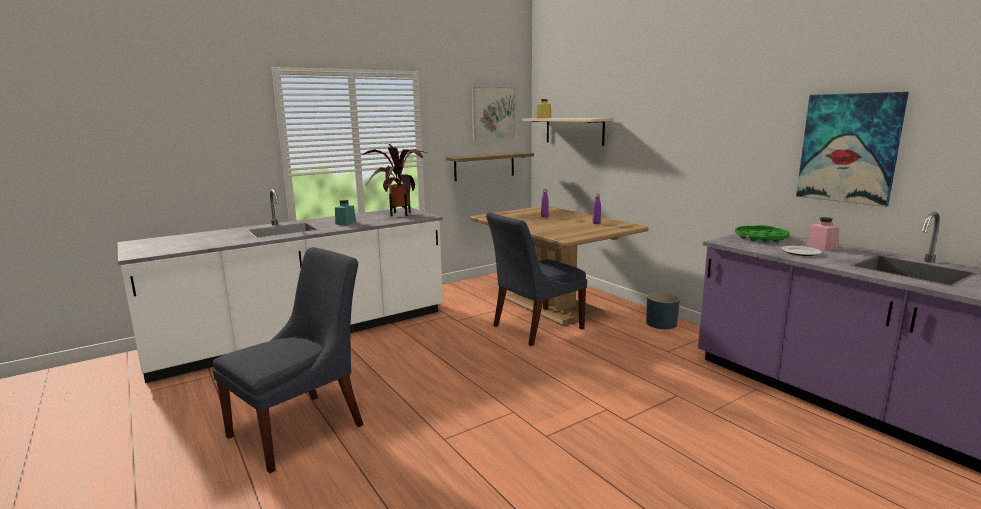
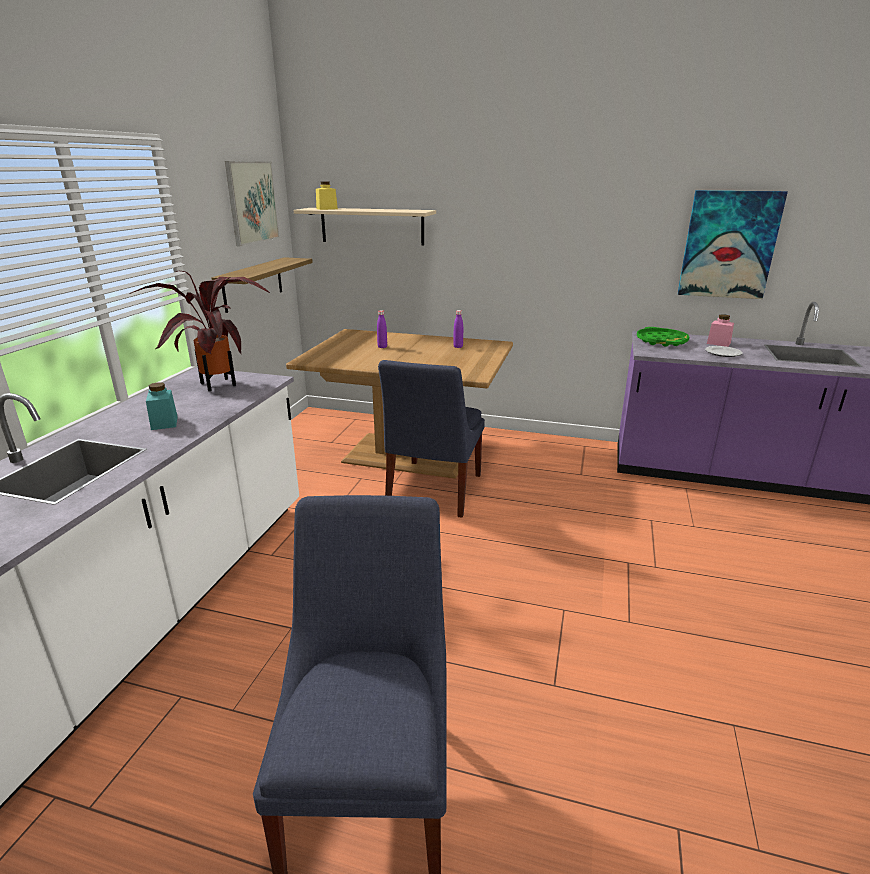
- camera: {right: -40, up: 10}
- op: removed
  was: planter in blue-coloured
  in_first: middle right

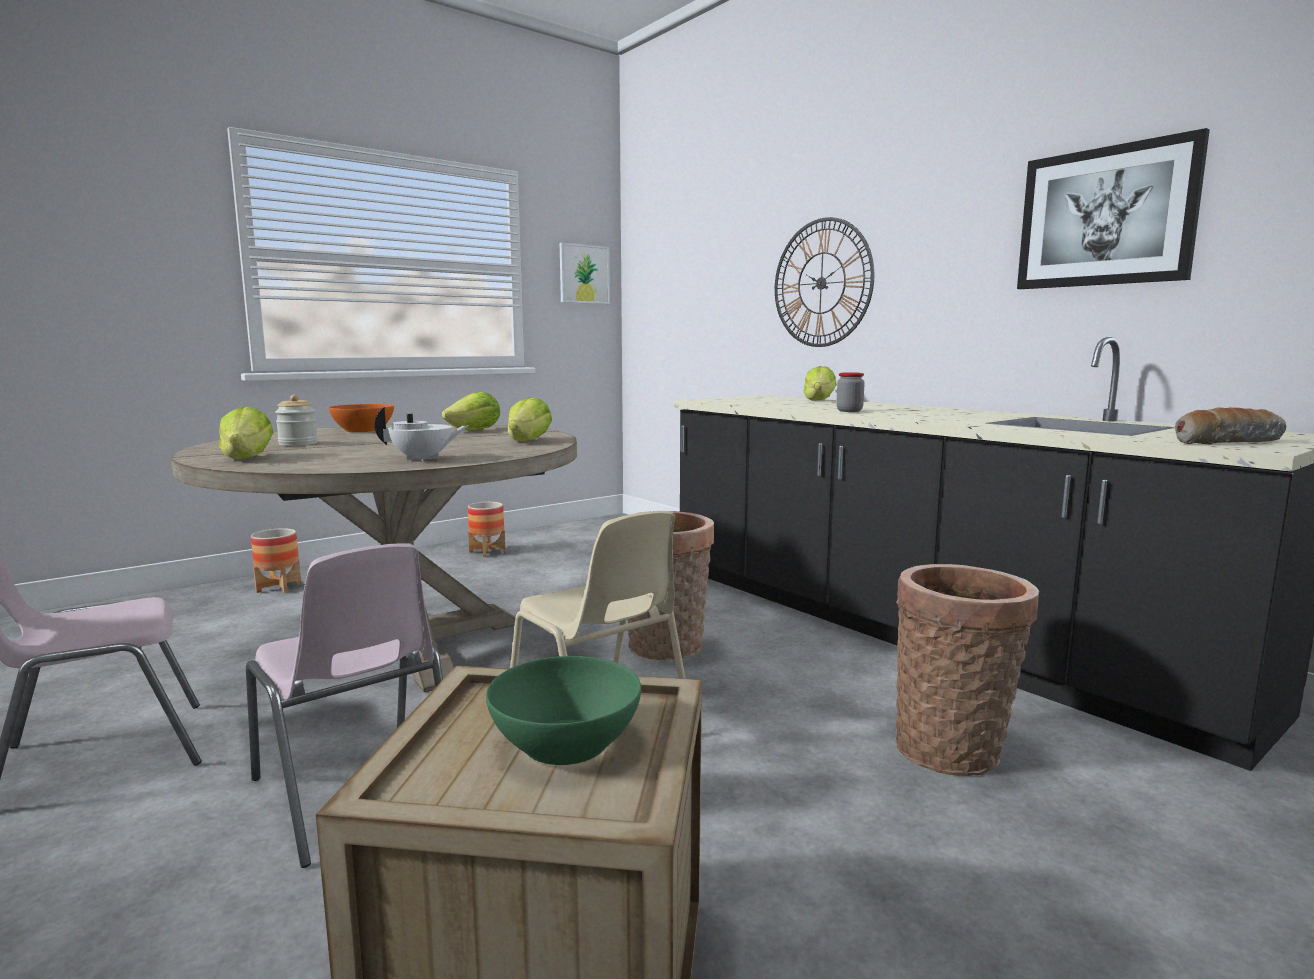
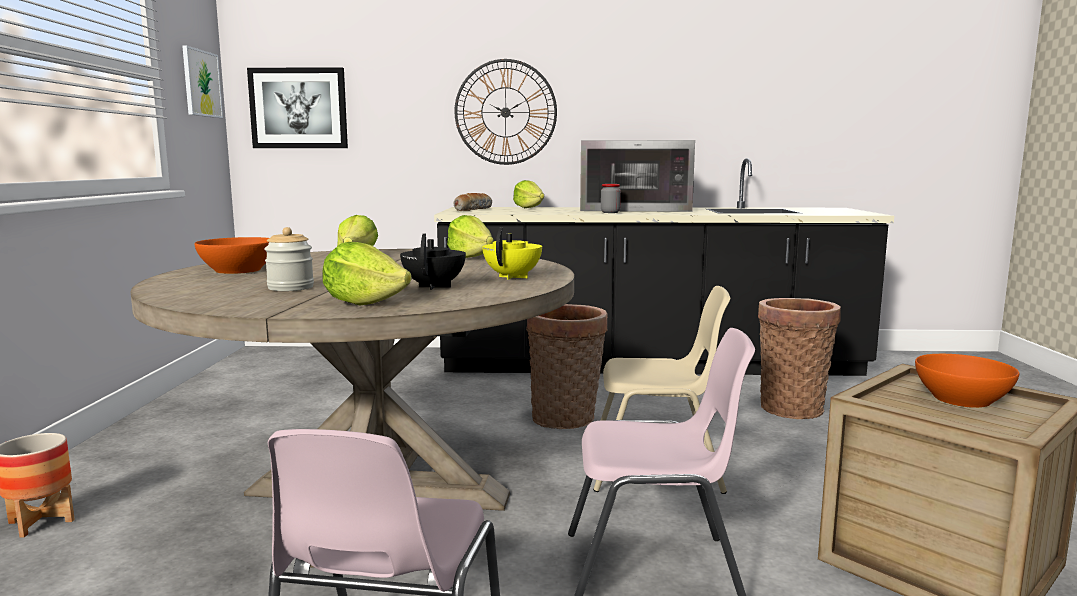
- camera: {right: -50, up: 0}
- op: recoloured
  was: teapot in white-coloured
  now: teapot in yellow
  in_first: middle left
  in_second: centre
- op: removed
  was: planter (2nd from left)
  in_first: centre
- op: recoloured
  was: bowl in greenish
  now: bowl in orange-coloured (2nd from left)
  in_first: bottom centre
  in_second: middle right
- op: moved
  was: wall picture (2nd from left)
  in_first: top right
  in_second: top left
- op: moved
  was: bakery bread
  in_first: middle right
  in_second: centre
- op: added
  now: teapot in black
  in_second: centre
- op: added
  now: microwave oven
  in_second: top centre

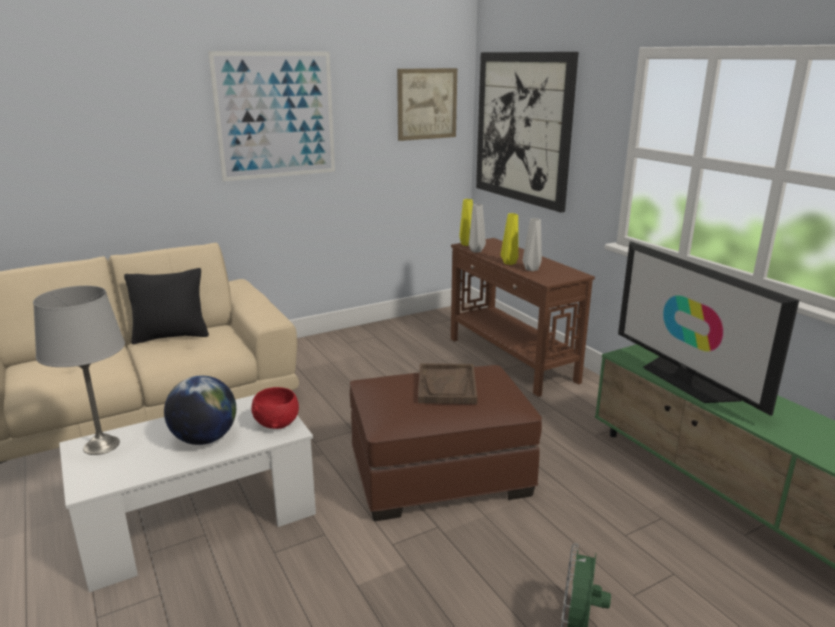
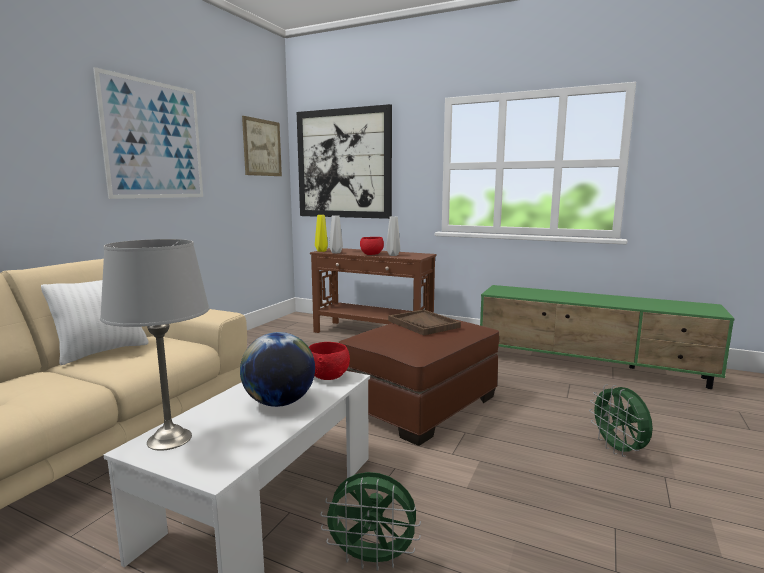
- camera: {right: -35, up: -10}
- op: recoloured
  was: throw pillow in black
  now: throw pillow in white-coloured
  in_first: middle left
  in_second: middle left
- op: replaced
  was: flower vase in yellow (2nd from left)
  now: bowl in red (2nd from left)
  in_first: centre
  in_second: centre
- op: removed
  was: TV set
  in_first: middle right
- op: added
  now: cooling fan in greenish (1st from left)
  in_second: bottom centre

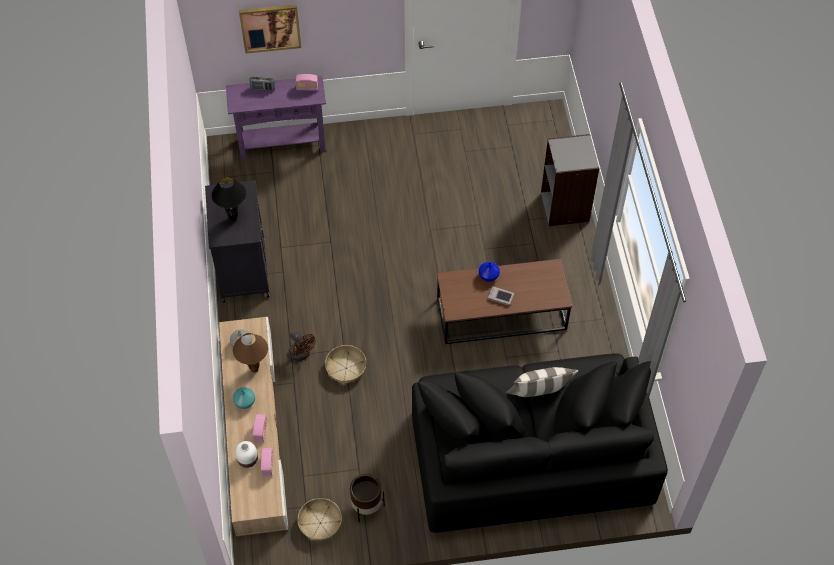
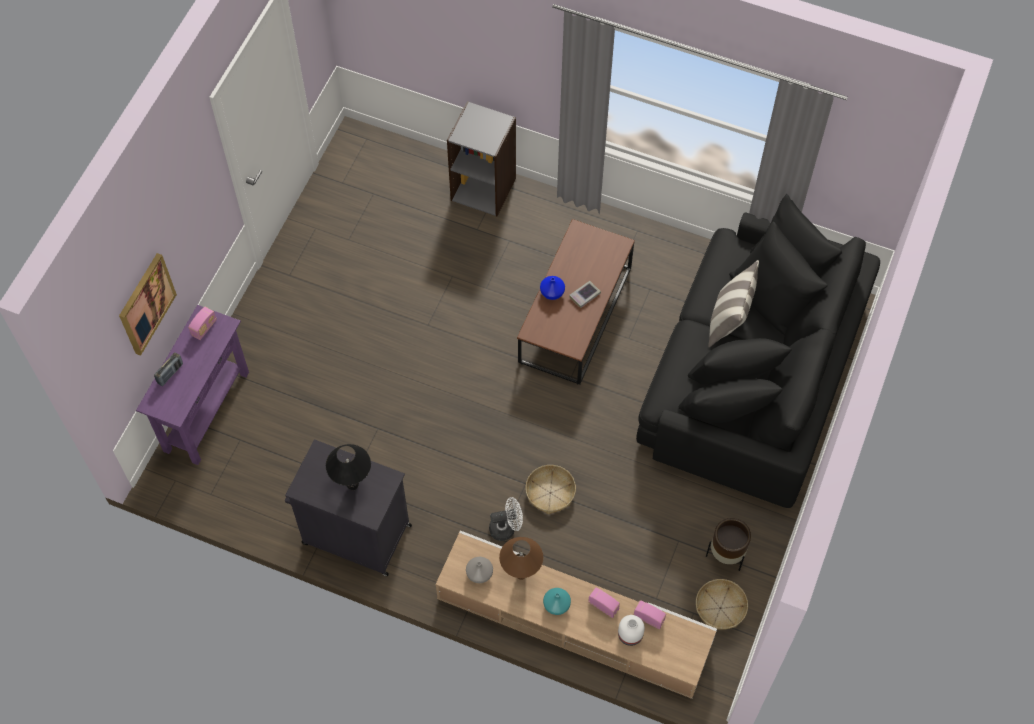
- camera: {right: -60, up: 5}
- op: recoloured
  was: cooling fan in brownish
  now: cooling fan in white-coloured
  in_first: centre
  in_second: bottom centre

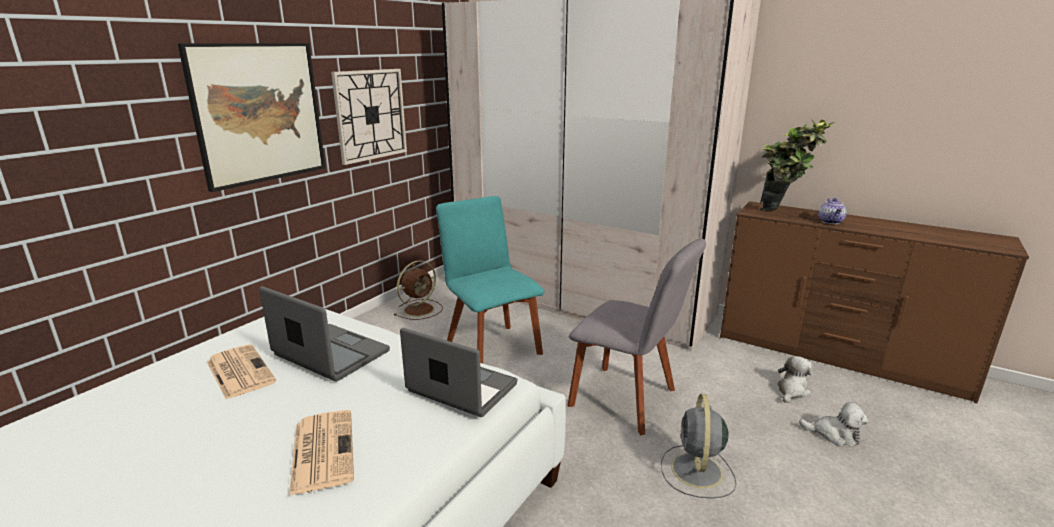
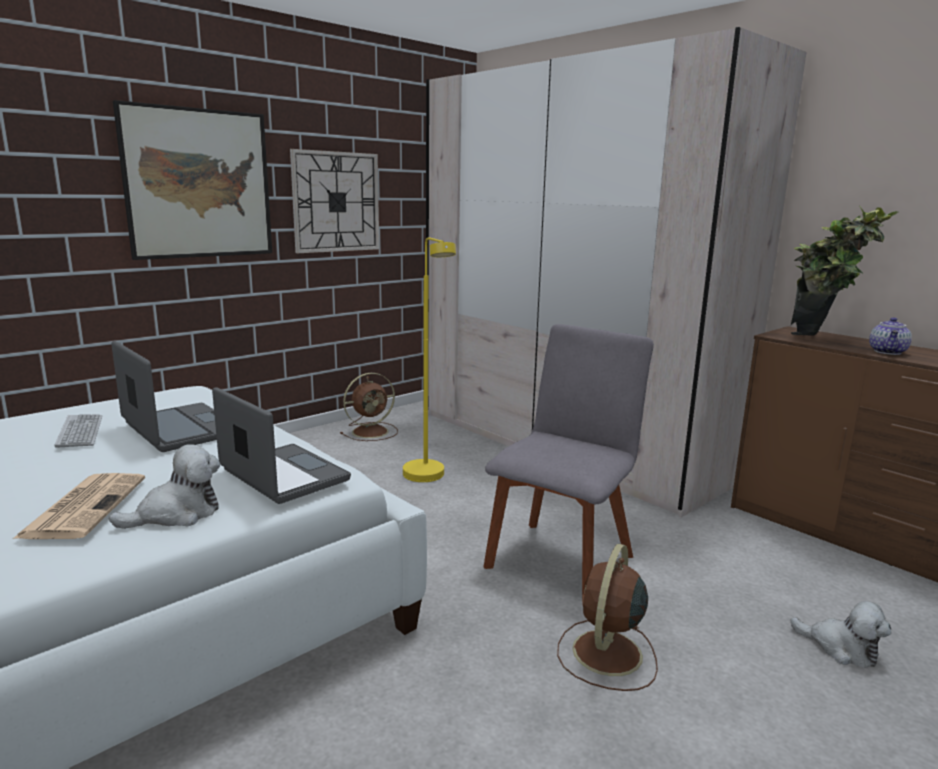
- camera: {right: 15, up: -5}
- op: replaced
  was: newspaper (1st from left)
  now: PC keyboard
  in_first: bottom left
  in_second: middle left
- op: replaced
  was: upright chair in turquoise-coloured
  now: standard lamp in yellow
  in_first: centre
  in_second: centre
- op: turned
  was: upright chair in grey
  in_first: centre
  in_second: centre
  clockwise: -105
- op: recoloured
  was: cooling fan in grey
  now: cooling fan in brownish (2nd from left)
  in_first: bottom centre
  in_second: bottom centre
- op: moved
  was: plush toy (1st from left)
  in_first: bottom right
  in_second: middle left

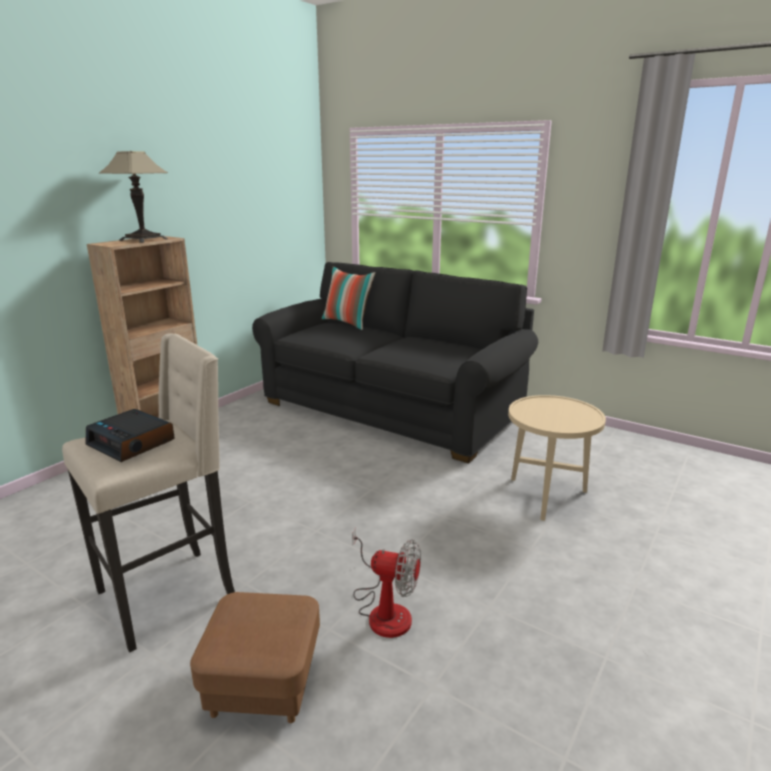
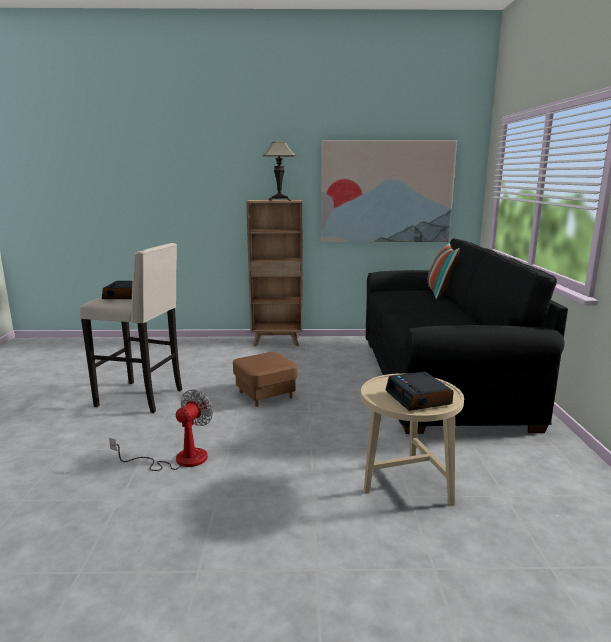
- camera: {right: 55, up: -5}
- op: moved
  was: ottoman in brownish
  in_first: bottom left
  in_second: centre
- op: turned
  was: cooling fan
  in_first: bottom centre
  in_second: bottom left
  clockwise: -135
- op: added
  now: wall picture
  in_second: top centre
- op: added
  now: table clock (2nd from left)
  in_second: middle right

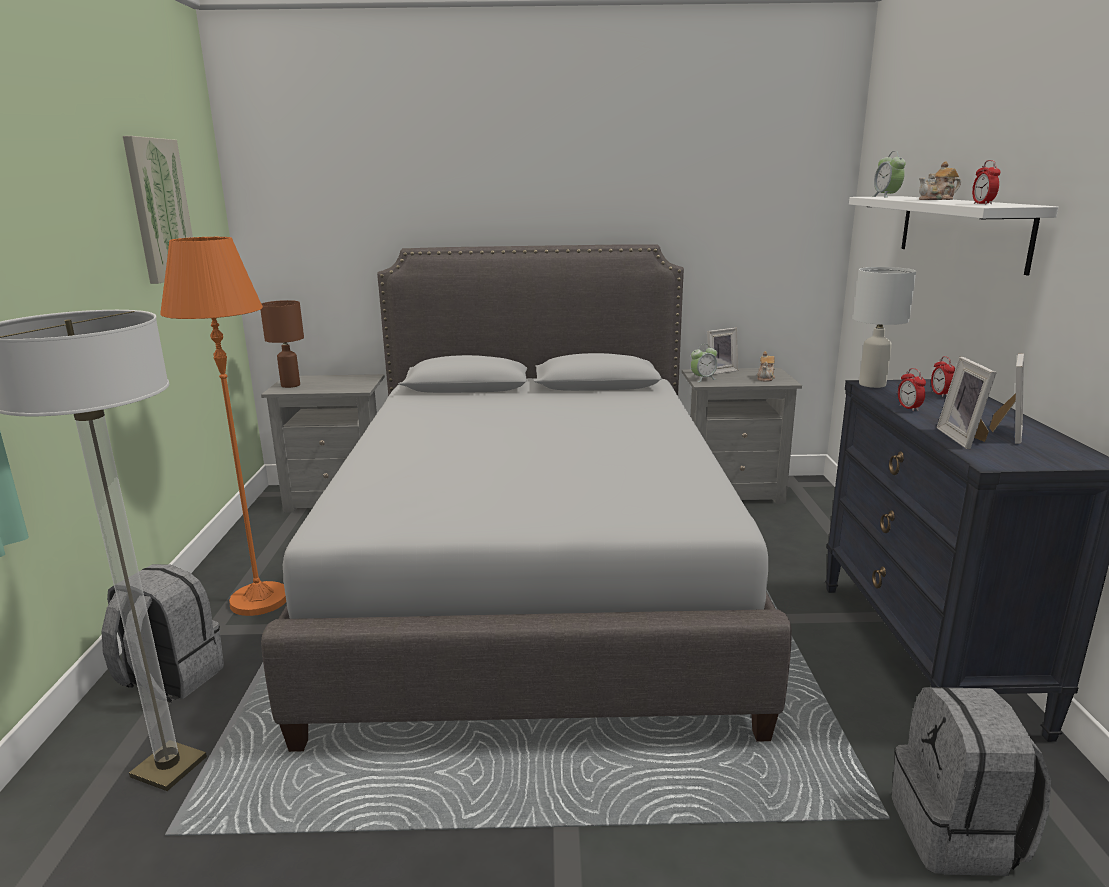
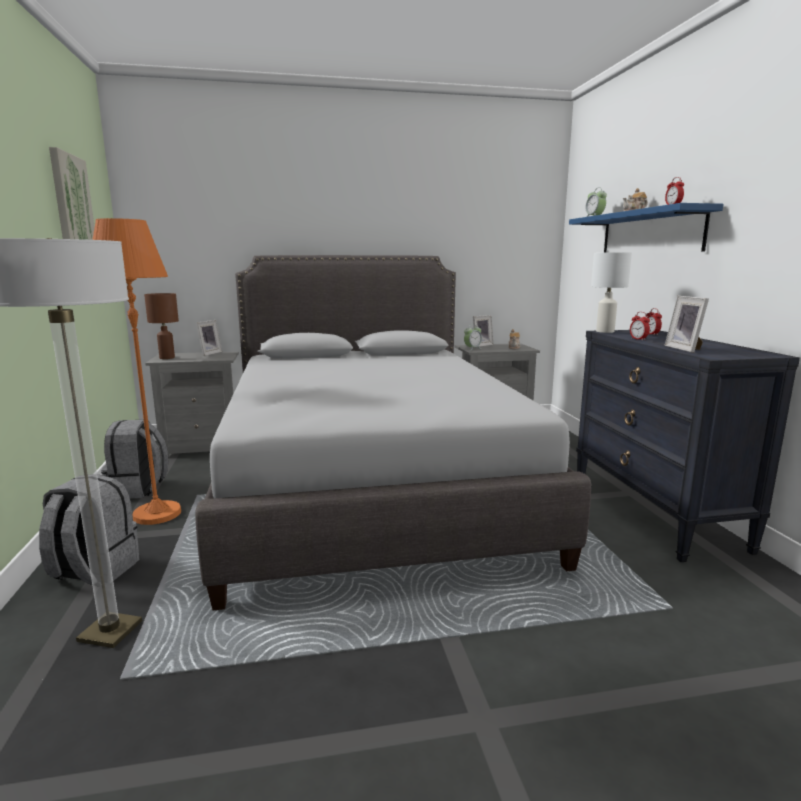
- camera: {right: -10, up: -5}
- op: recoloured
  was: bracket shelf in white-coloured
  now: bracket shelf in blue-coloured
  in_first: top right
  in_second: top right
- op: moved
  was: knapsack in grey (2nd from left)
  in_first: bottom right
  in_second: middle left
- op: moved
  was: photo frame (3rd from left in the first image)
  now: photo frame (1st from left)
  in_first: middle right
  in_second: middle left

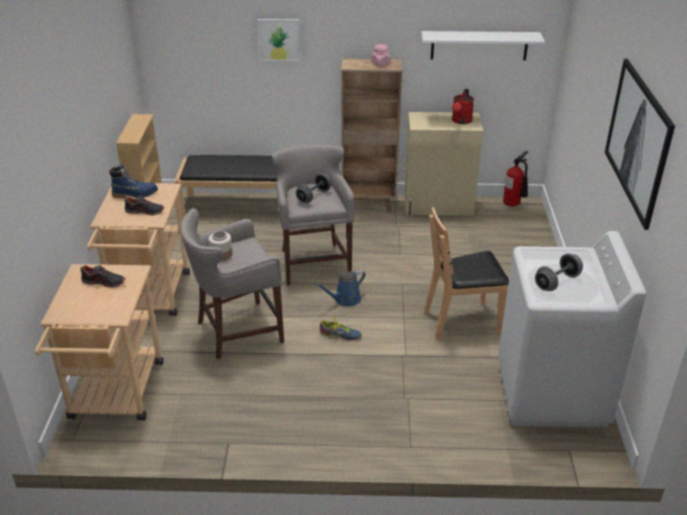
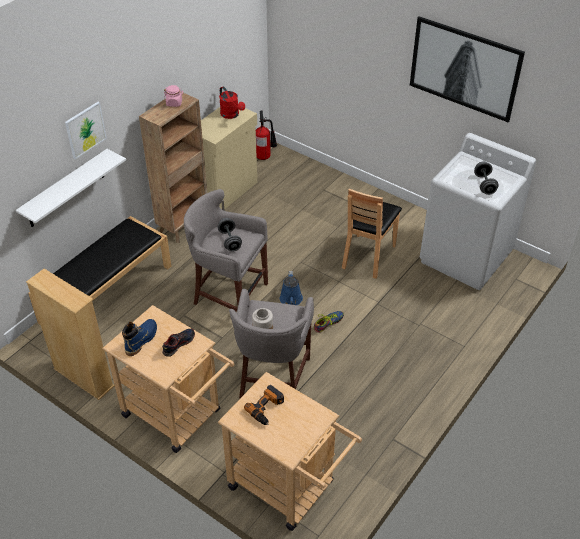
- camera: {right: -55, up: 10}
- op: replaced
  was: item of footwear (1st from left)
  now: electric drill
  in_first: middle left
  in_second: bottom centre
- op: moved
  was: bracket shelf in white-coloured
  in_first: top right
  in_second: middle left

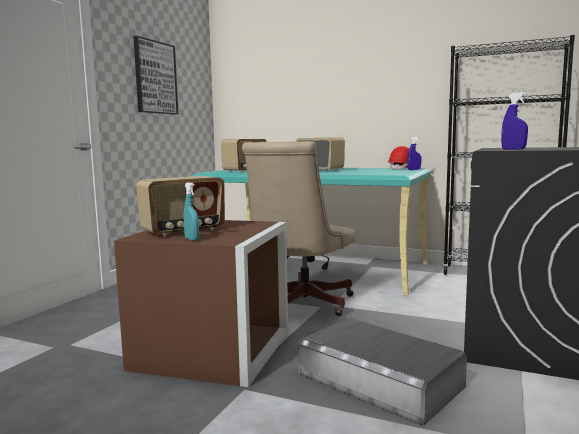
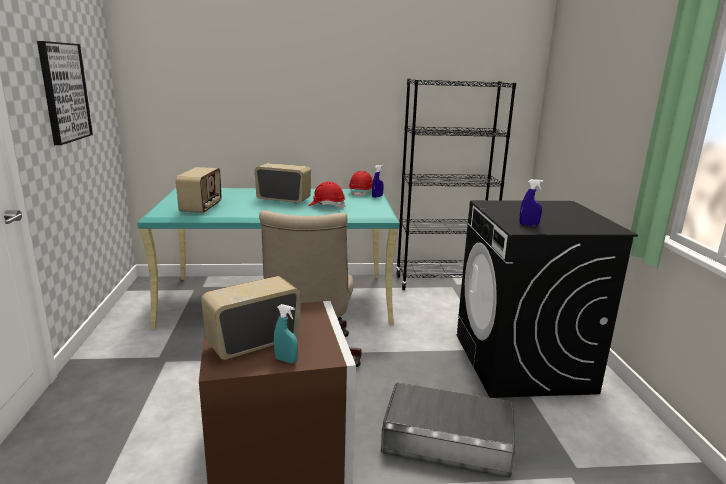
- camera: {right: -30, up: 10}
- op: turned
  was: radio (1st from left in the first image)
  in_first: middle left
  in_second: centre
  clockwise: -150
- op: added
  now: hard hat in red (1st from left)
  in_second: centre

